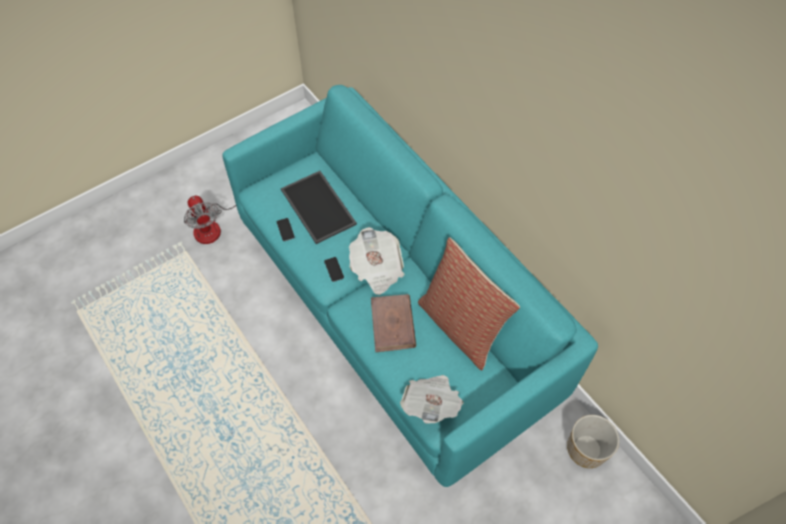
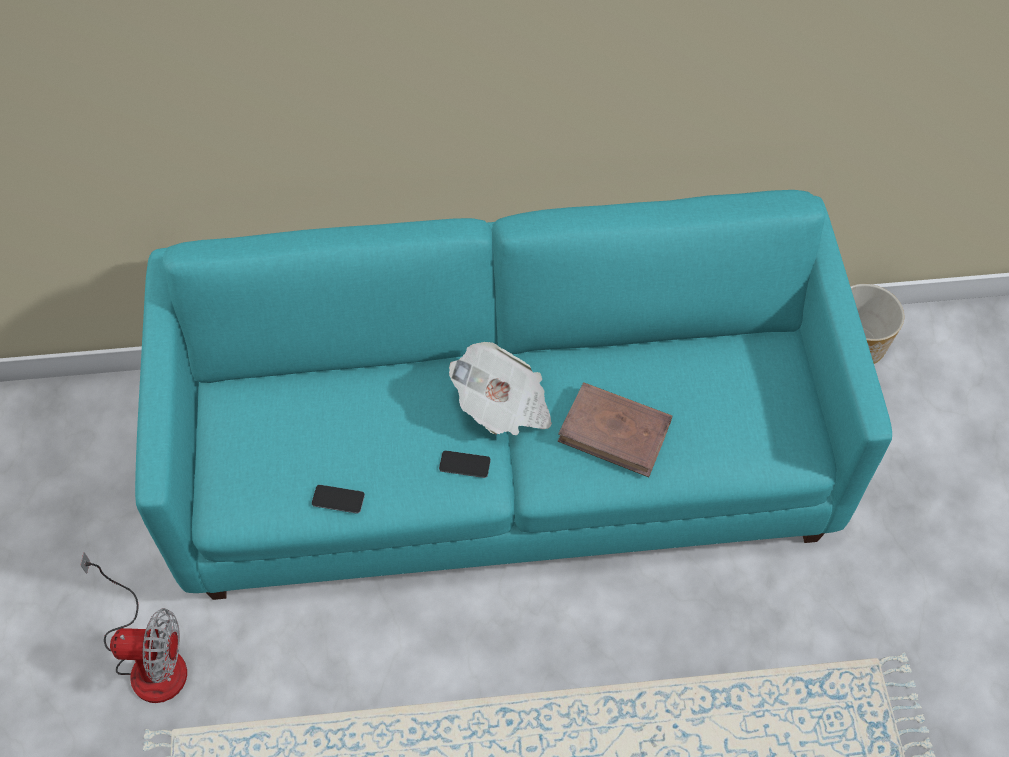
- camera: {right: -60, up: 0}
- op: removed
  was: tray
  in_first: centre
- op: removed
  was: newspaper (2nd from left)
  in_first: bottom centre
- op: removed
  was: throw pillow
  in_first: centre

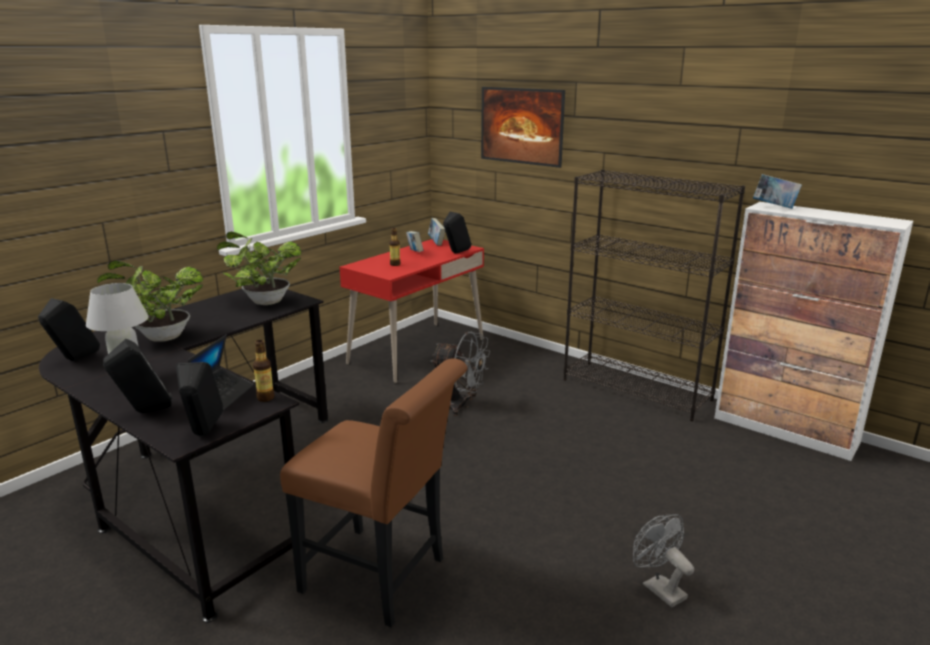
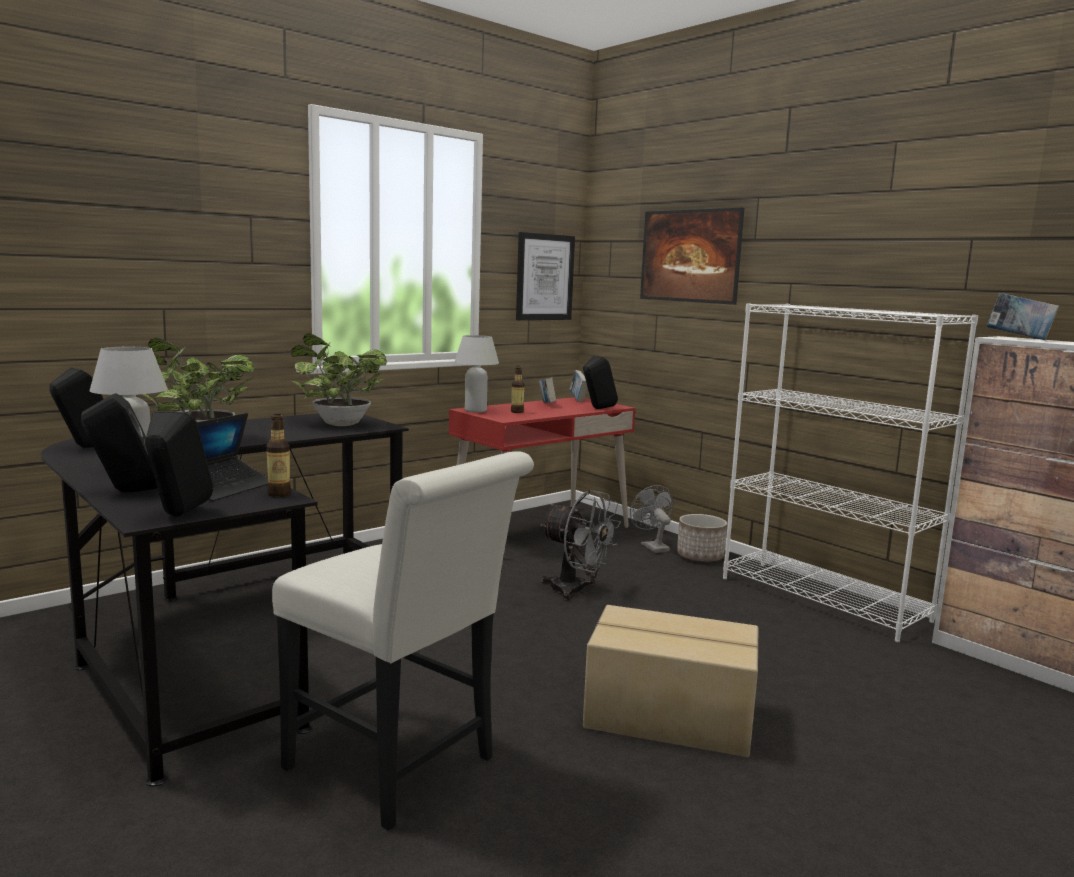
- camera: {right: 10, up: -10}
- op: recoloured
  was: upright chair in brownish
  now: upright chair in white-coloured
  in_first: bottom centre
  in_second: bottom centre
- op: recoloured
  was: bookcase in black
  now: bookcase in white-coloured
  in_first: middle right
  in_second: middle right
- op: moved
  was: cooling fan in grey (2nd from left)
  in_first: bottom right
  in_second: centre
- op: added
  now: tabletop lamp in white-coloured (2nd from left)
  in_second: centre
- op: added
  now: wall picture (1st from left)
  in_second: top centre
- op: added
  now: packing box
  in_second: bottom centre
- op: added
  now: planter
  in_second: centre

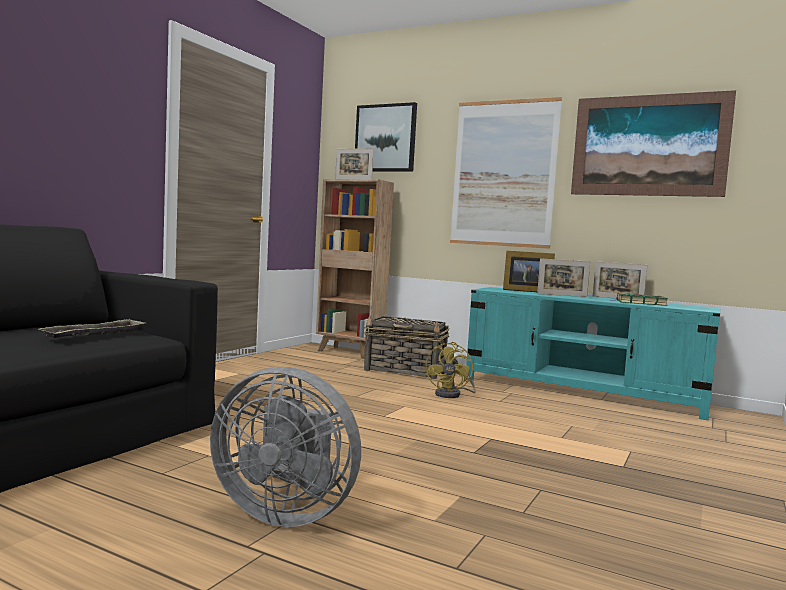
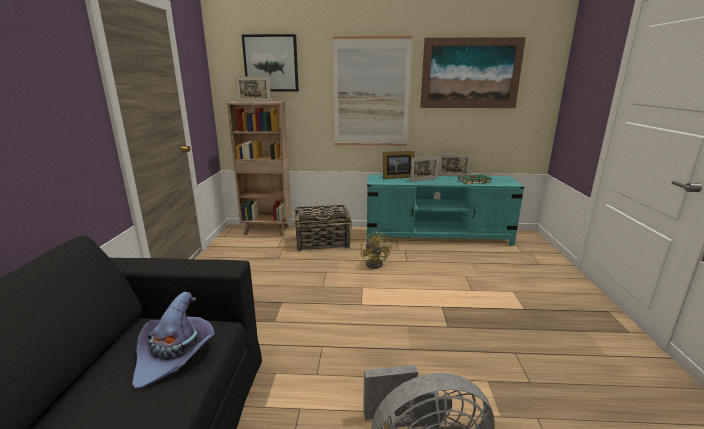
- camera: {right: -25, up: 15}
- op: replaced
  was: tray
  now: wearable hat in purple
  in_first: middle left
  in_second: bottom left

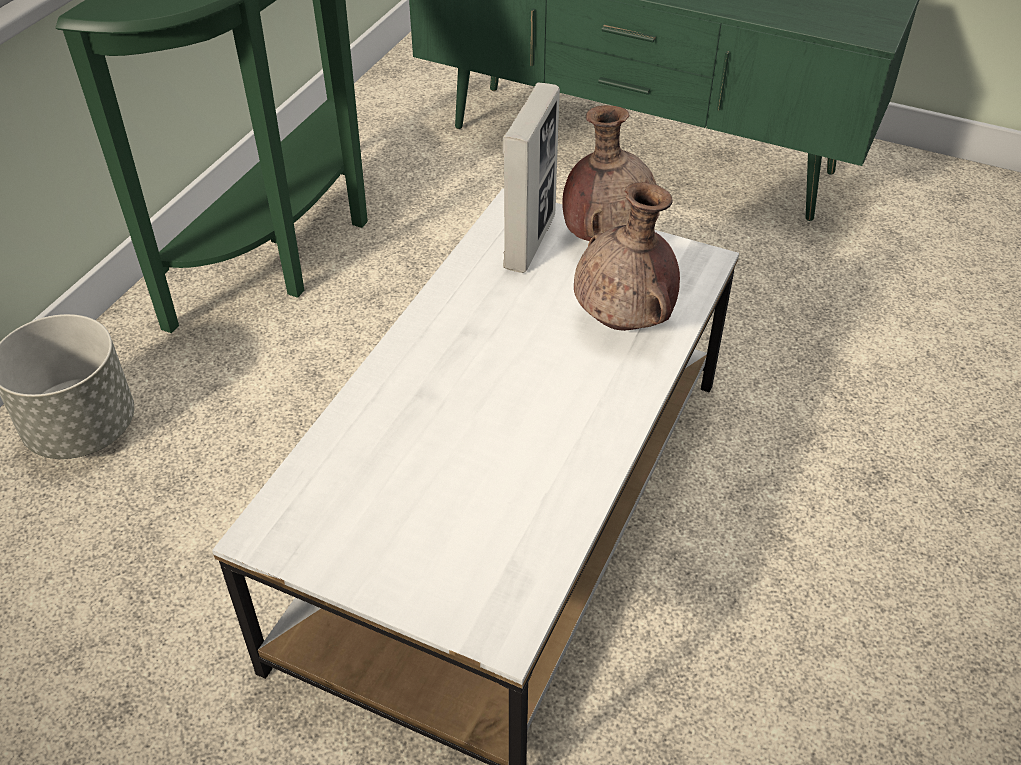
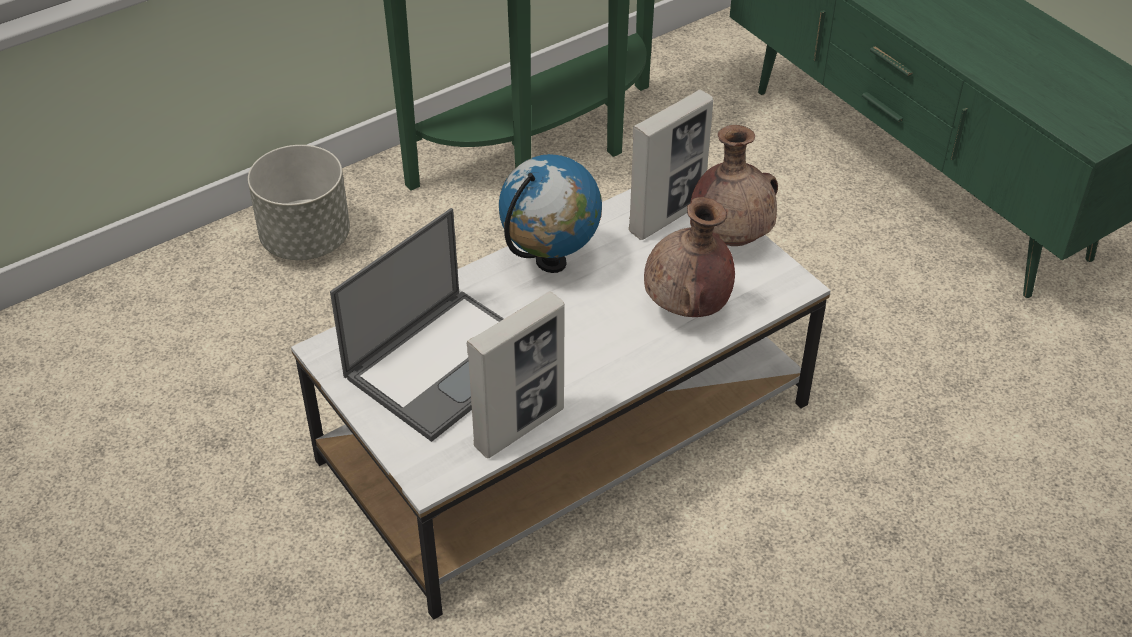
- camera: {right: 30, up: 0}
- op: added
  now: notebook computer
  in_second: centre
- op: added
  now: photo frame (1st from left)
  in_second: centre
- op: added
  now: desk globe
  in_second: centre

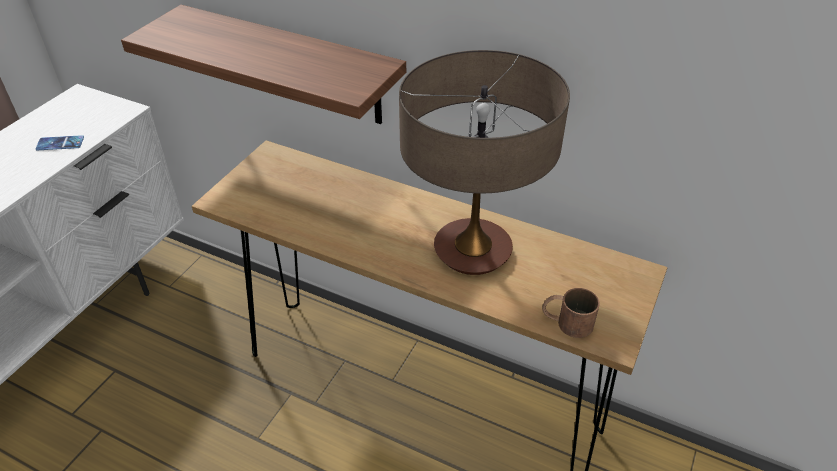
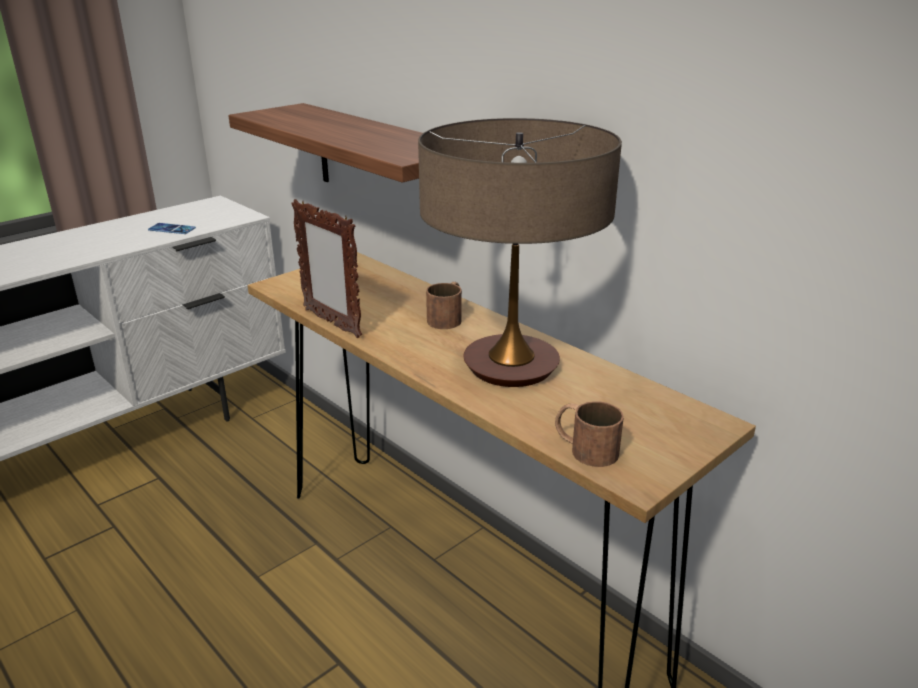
- camera: {right: 20, up: -15}
- op: added
  now: photo frame
  in_second: centre
- op: added
  now: mug in brownish (1st from left)
  in_second: centre

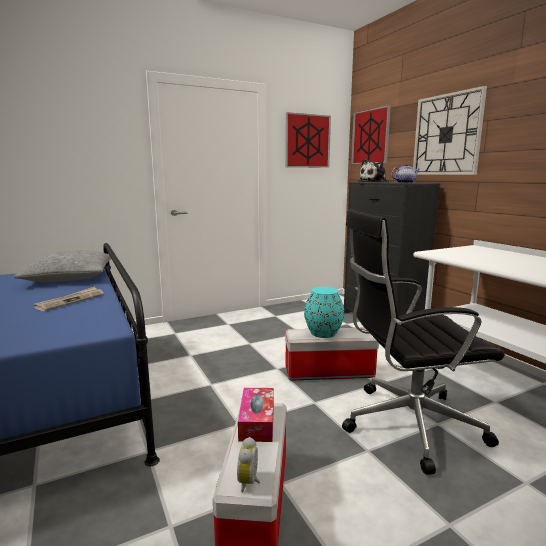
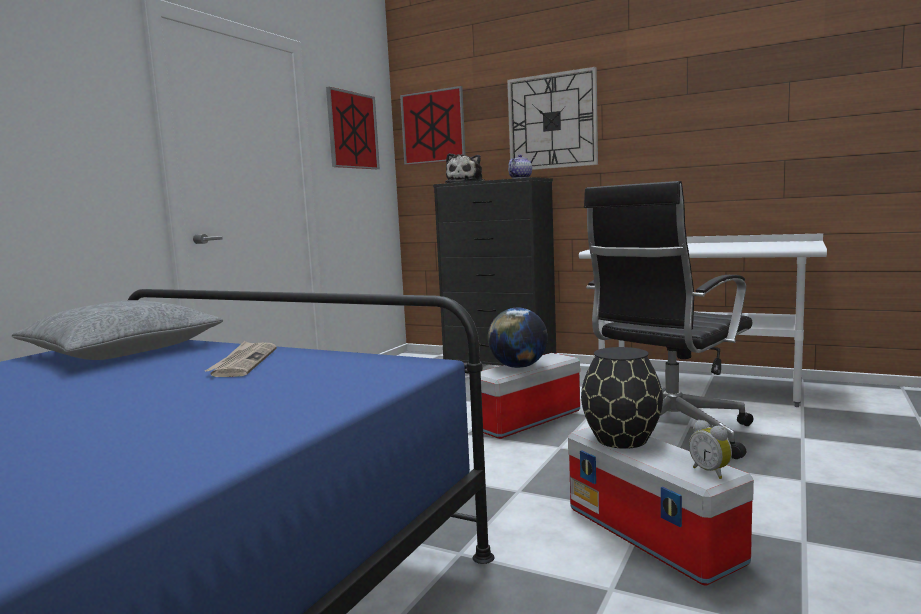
- camera: {right: -35, up: -5}
- op: replaced
  was: tissue holder
  now: flower vase in black
  in_first: bottom centre
  in_second: middle right
- op: replaced
  was: flower vase in turquoise-coloured
  now: desk globe
  in_first: centre
  in_second: centre

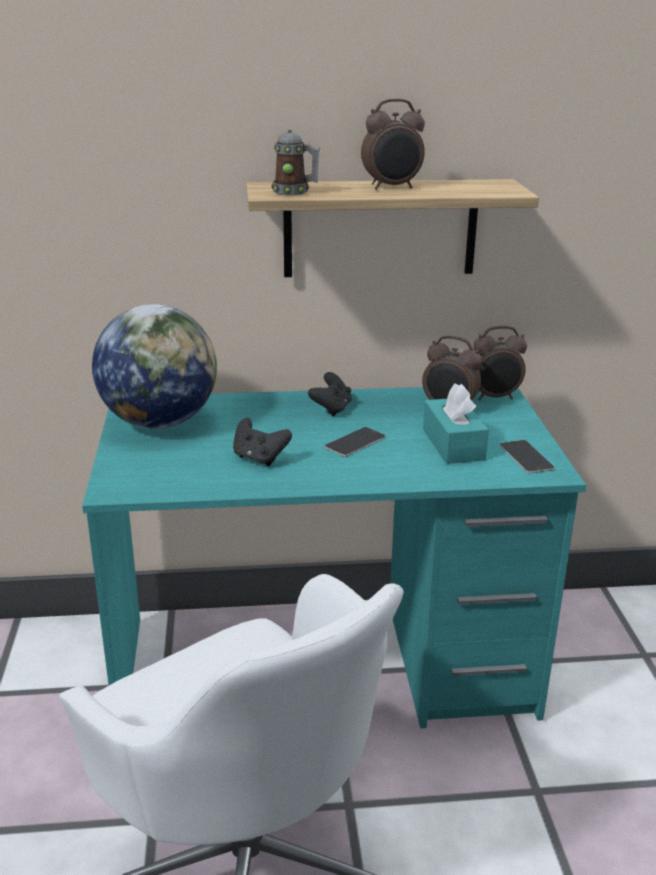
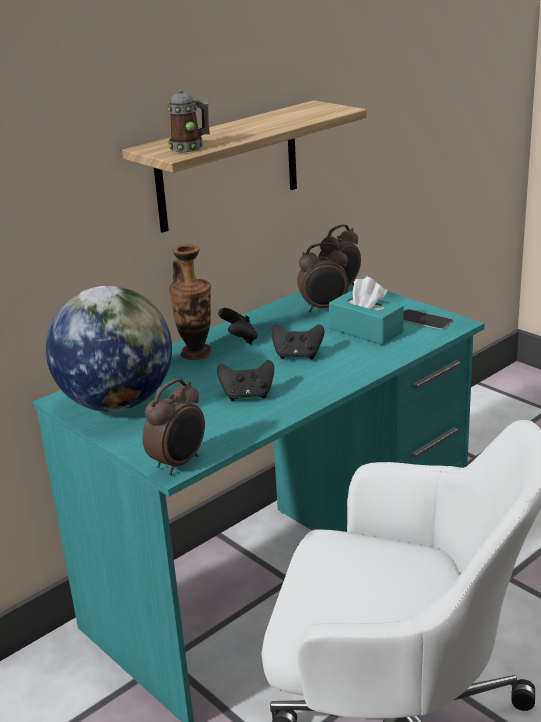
- camera: {right: -35, up: 0}
- op: replaced
  was: handset (1st from left)
  now: game controller in black (3rd from left)
  in_first: centre
  in_second: centre
- op: moved
  was: table clock (1st from left)
  in_first: top centre
  in_second: middle left
- op: added
  now: flower vase
  in_second: centre

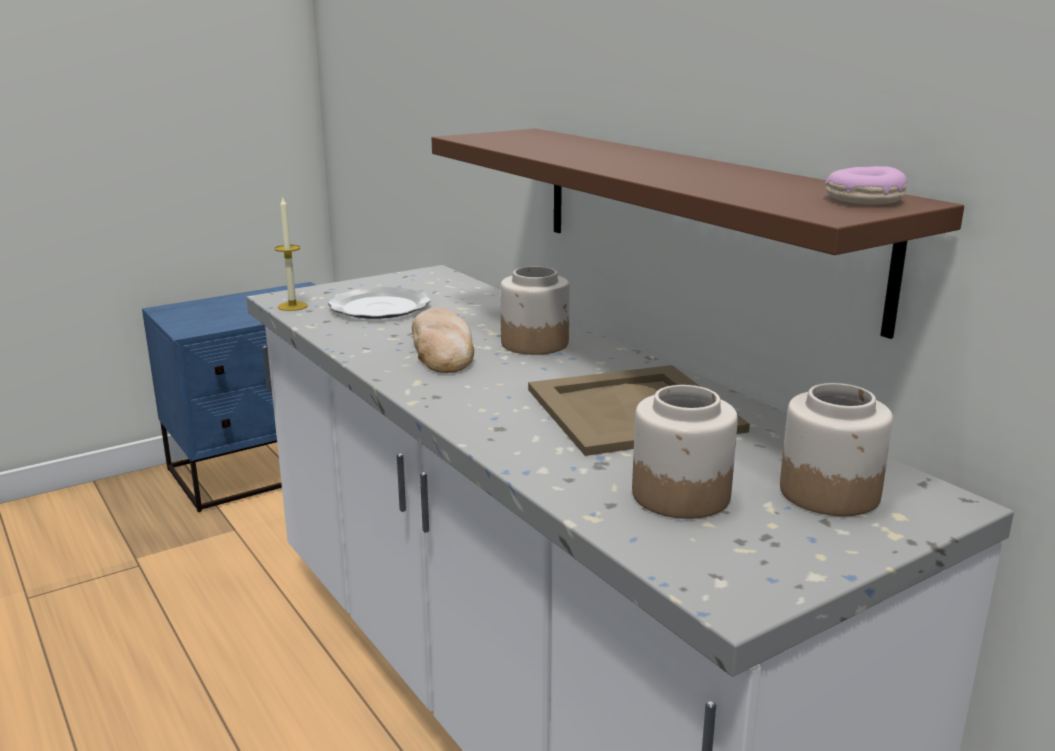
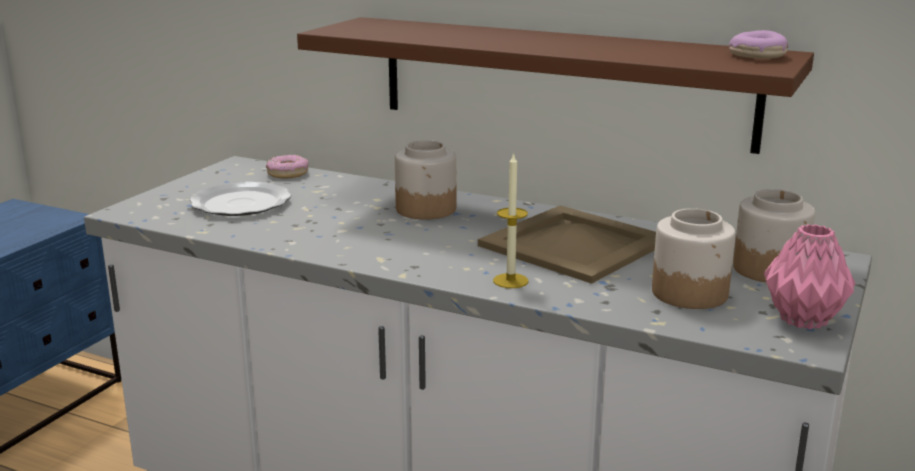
- camera: {right: -30, up: 0}
- op: moved
  was: wax candle
  in_first: middle left
  in_second: centre
- op: removed
  was: bakery bread
  in_first: centre
- op: added
  now: doughnut (1st from left)
  in_second: middle left
- op: added
  now: flower vase in pink
  in_second: middle right

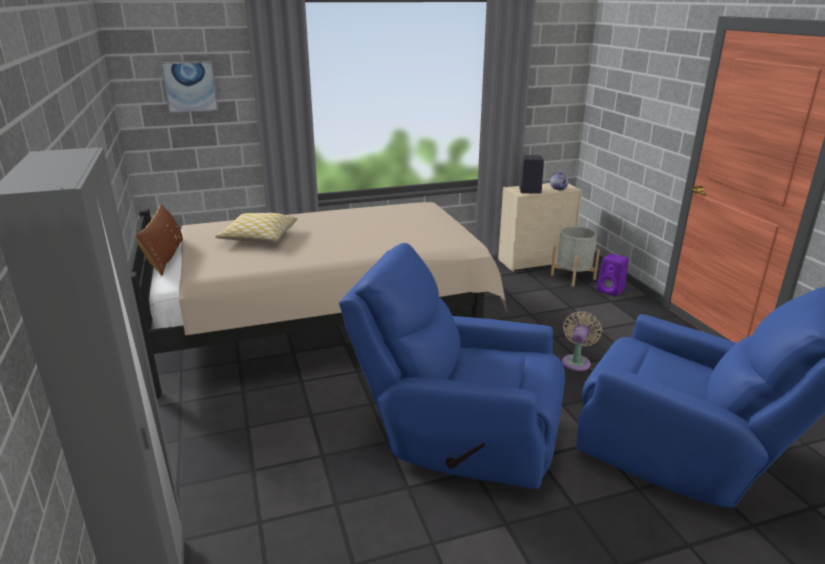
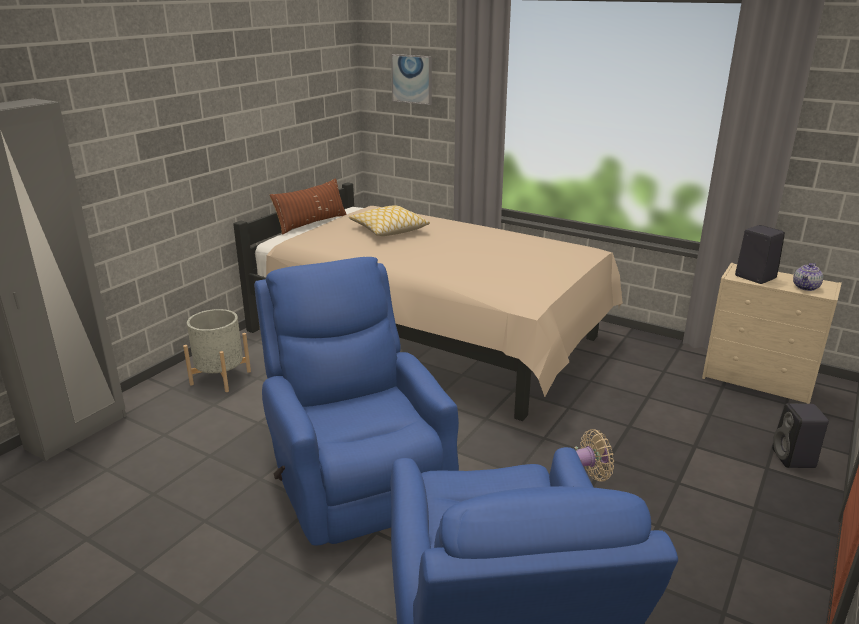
- camera: {right: 50, up: 0}
- op: moved
  was: planter in grey
  in_first: middle right
  in_second: middle left
- op: recoloured
  was: speaker in purple
  now: speaker in black (2nd from left)
  in_first: middle right
  in_second: bottom right

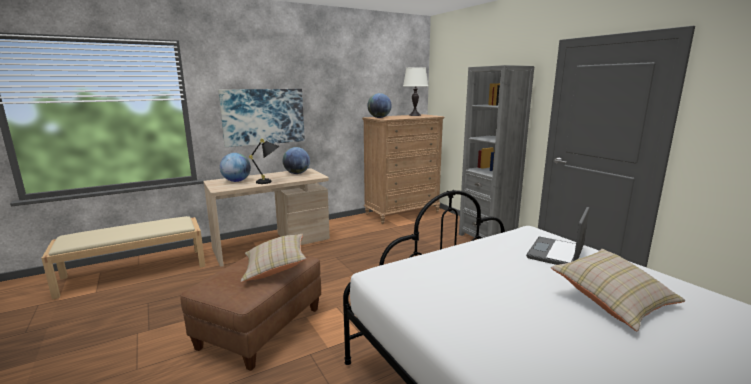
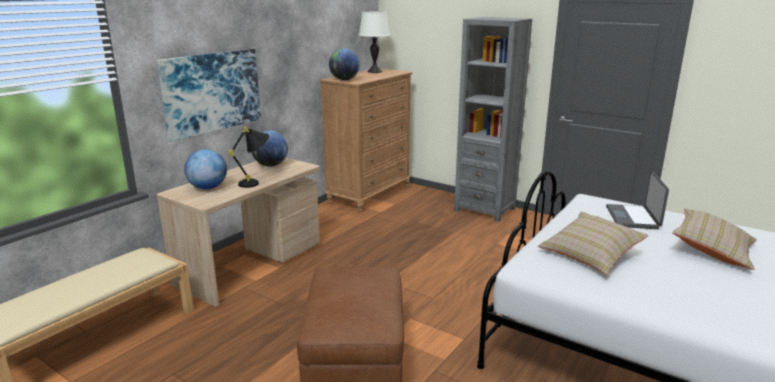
- camera: {right: -25, up: 5}
- op: moved
  was: throw pillow in beige (1st from left)
  in_first: bottom centre
  in_second: middle right

